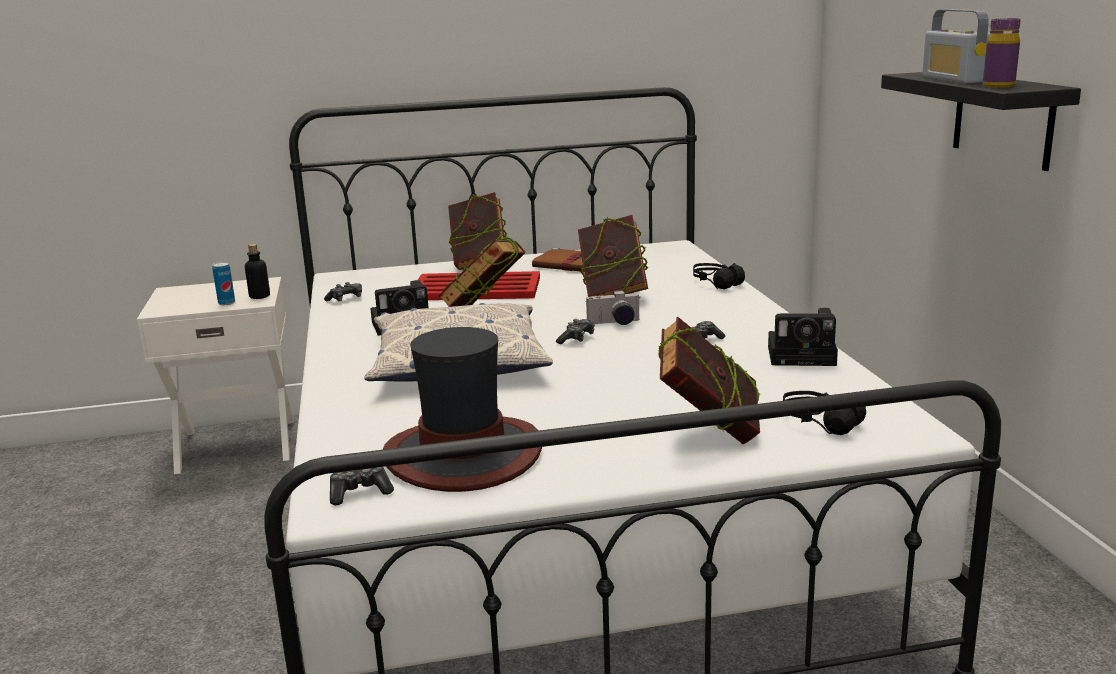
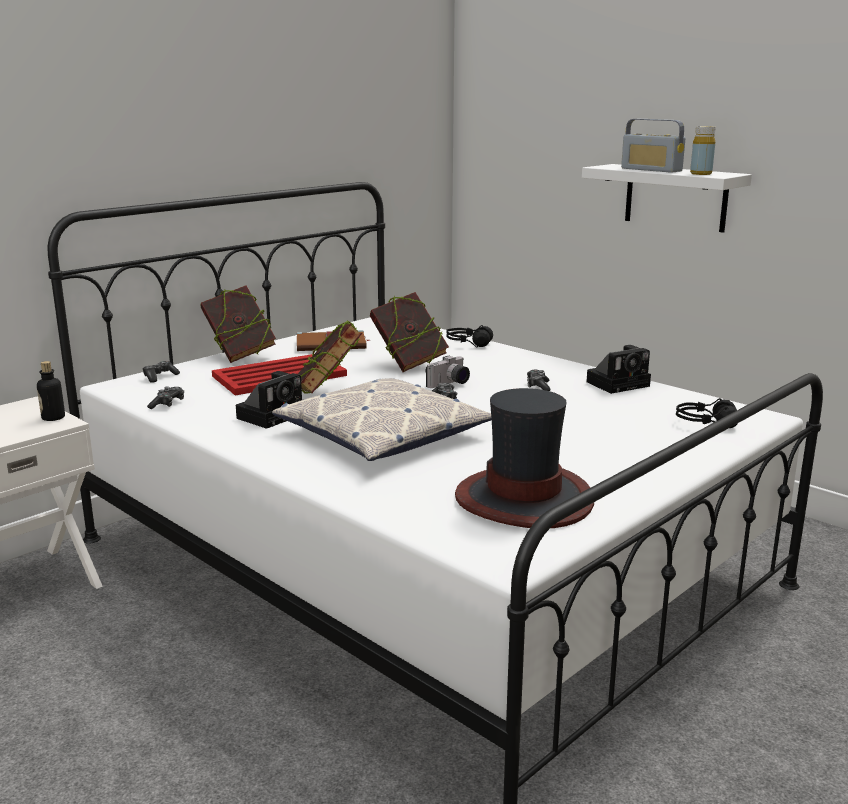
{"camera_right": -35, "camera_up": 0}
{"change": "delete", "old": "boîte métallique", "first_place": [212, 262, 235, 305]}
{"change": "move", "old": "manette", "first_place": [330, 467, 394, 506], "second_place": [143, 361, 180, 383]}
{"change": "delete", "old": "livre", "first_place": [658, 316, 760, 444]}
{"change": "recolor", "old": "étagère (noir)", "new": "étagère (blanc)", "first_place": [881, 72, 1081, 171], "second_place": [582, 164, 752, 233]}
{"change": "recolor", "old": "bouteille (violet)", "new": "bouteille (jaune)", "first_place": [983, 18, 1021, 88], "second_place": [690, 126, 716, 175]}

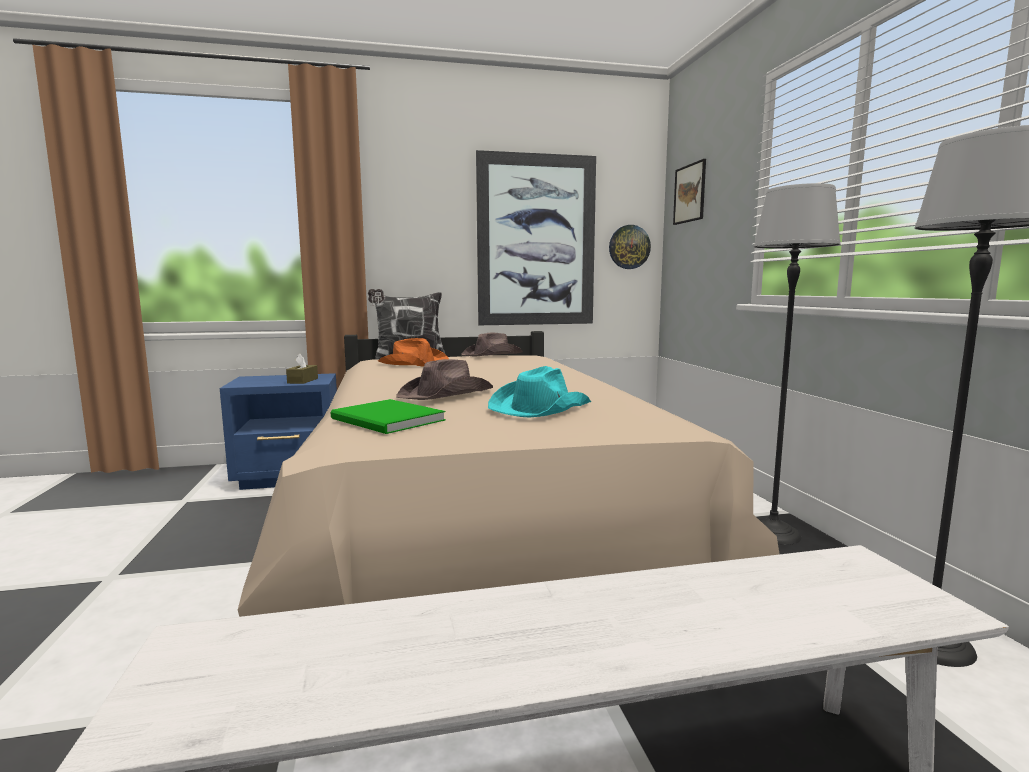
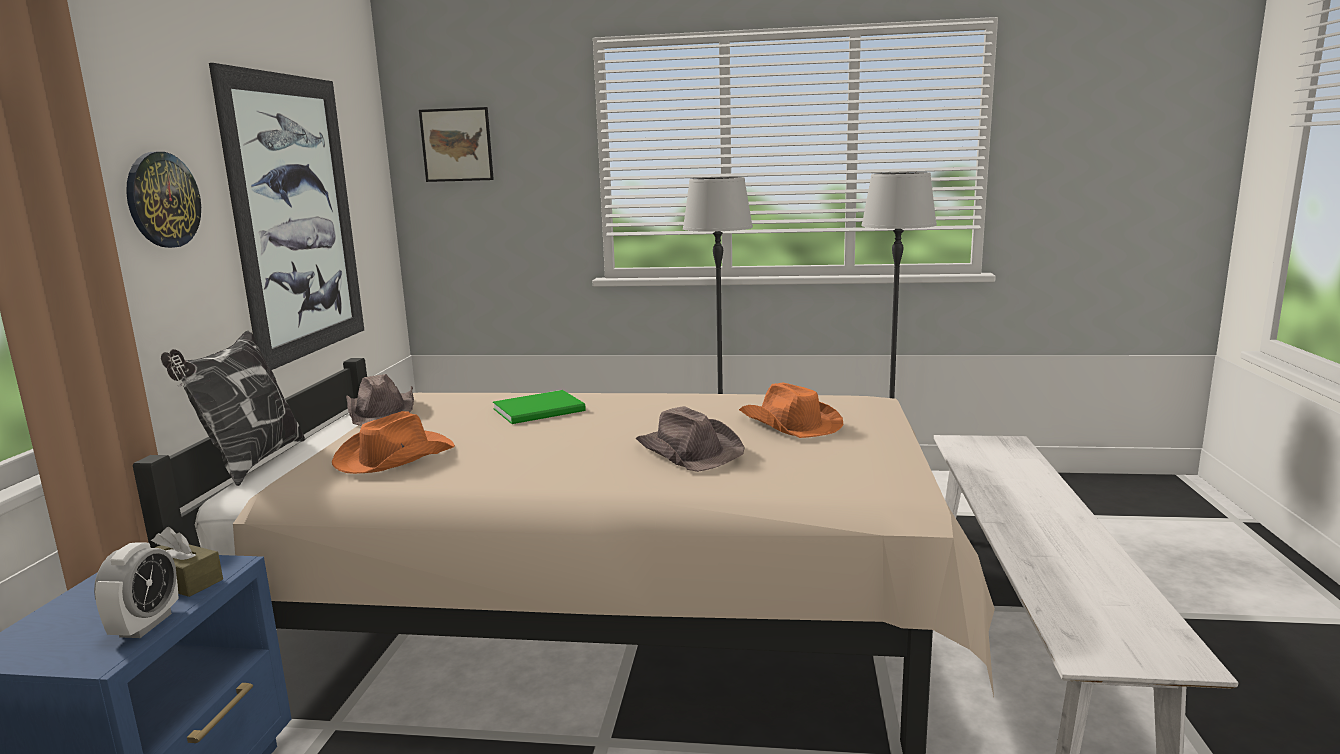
{"camera_right": -70, "camera_up": 5}
{"change": "move", "old": "livre (vert)", "first_place": [330, 399, 446, 434], "second_place": [493, 390, 586, 424]}
{"change": "recolor", "old": "chapeau (turquoise)", "new": "chapeau (orange)", "first_place": [488, 366, 591, 417], "second_place": [739, 383, 844, 438]}
{"change": "move", "old": "horloge murale", "first_place": [609, 225, 651, 269], "second_place": [126, 152, 201, 248]}
{"change": "insert", "new": "réveil", "second_place": [94, 542, 179, 638]}

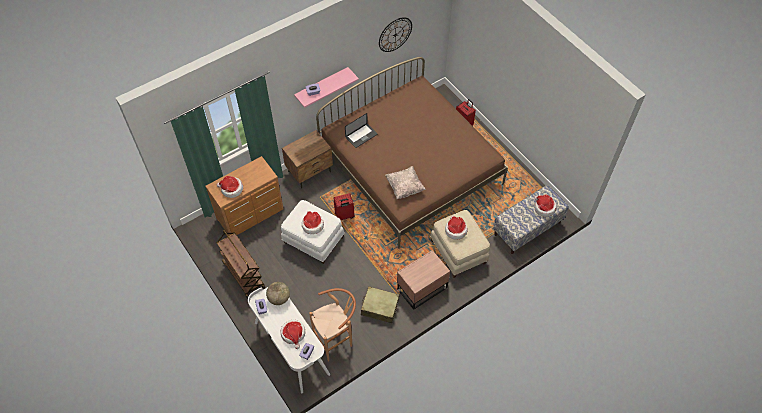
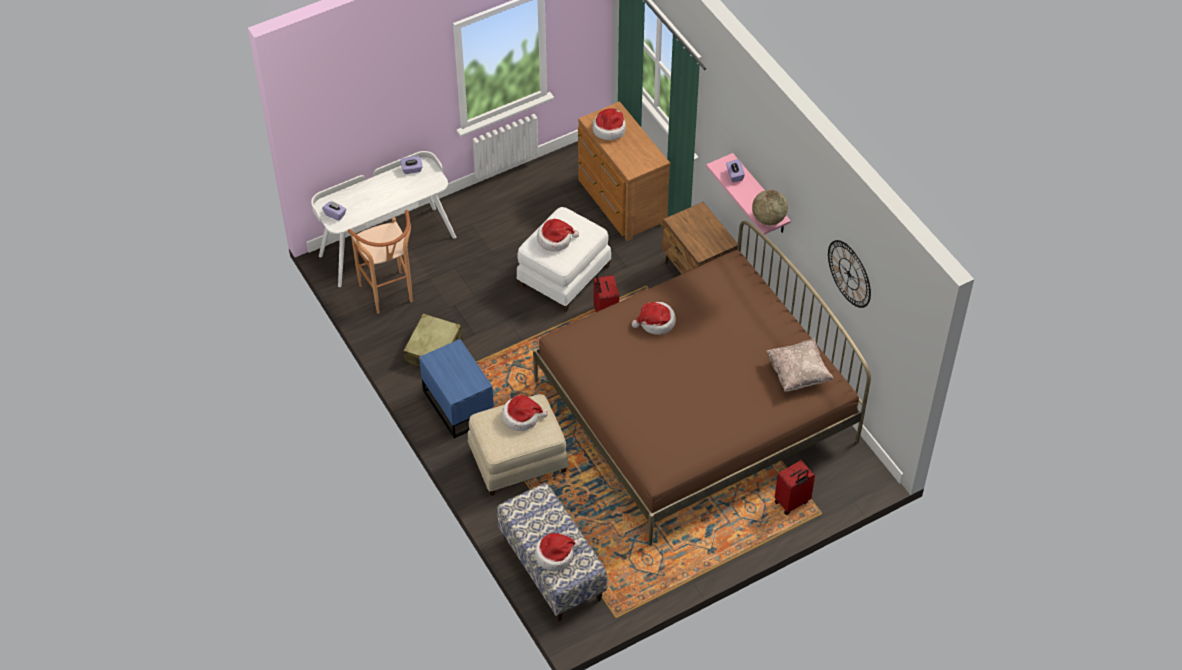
{"camera_right": 95, "camera_up": -5}
{"change": "delete", "old": "chariot (marron)", "first_place": [217, 229, 265, 298]}
{"change": "move", "old": "globe", "first_place": [266, 282, 290, 305], "second_place": [752, 190, 788, 225]}
{"change": "move", "old": "chapeau", "first_place": [280, 320, 305, 349], "second_place": [632, 302, 676, 335]}
{"change": "delete", "old": "ordinateur portable", "first_place": [345, 113, 377, 148]}
{"change": "move", "old": "coussin (beige)", "first_place": [385, 166, 426, 200], "second_place": [766, 339, 833, 391]}
{"change": "recolor", "old": "table de chevet (marron)", "new": "table de chevet (bleu)", "first_place": [397, 250, 450, 310], "second_place": [419, 339, 494, 438]}

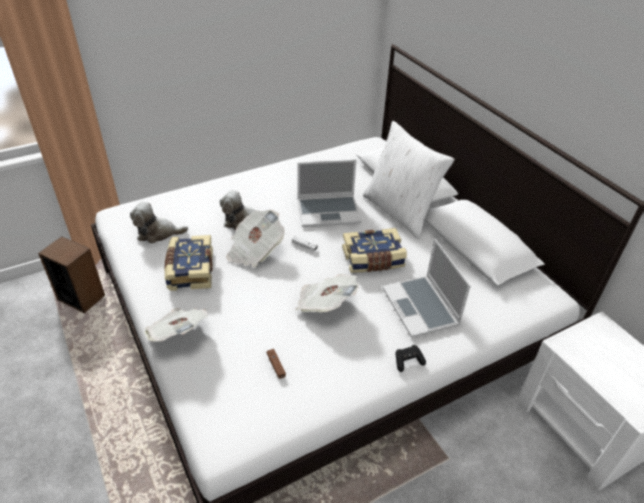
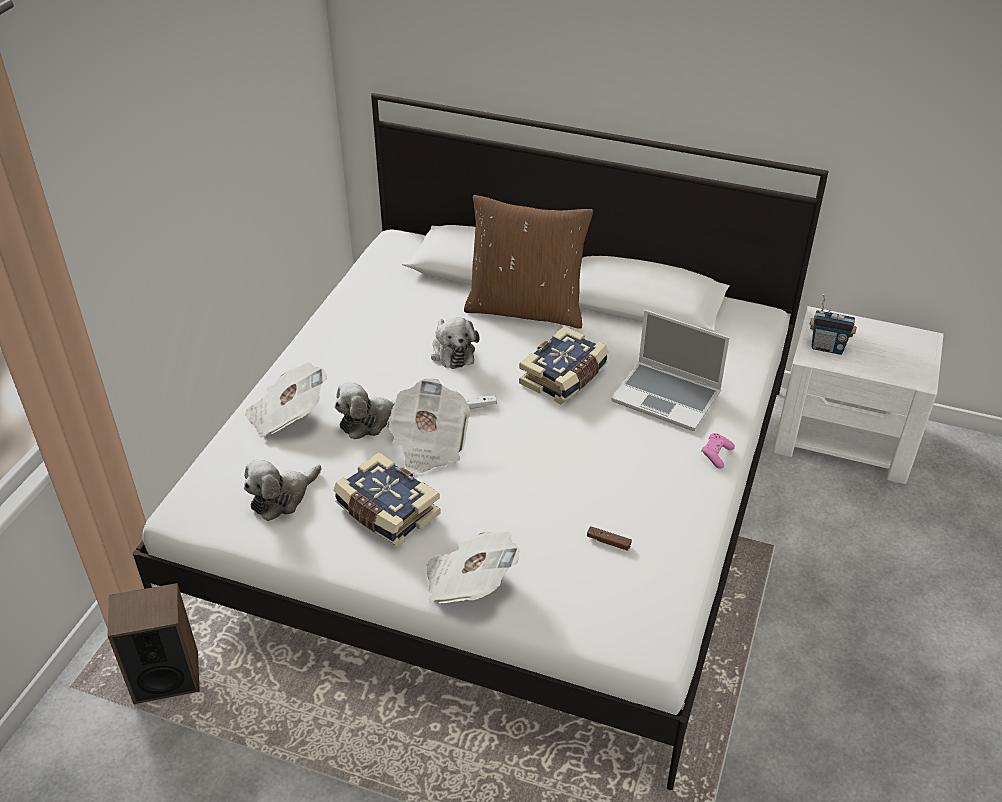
{"camera_right": -40, "camera_up": 0}
{"change": "move", "old": "journal", "first_place": [296, 274, 359, 313], "second_place": [245, 362, 327, 437]}
{"change": "replace", "old": "ordinateur portable", "new": "peluche", "first_place": [297, 160, 361, 227], "second_place": [431, 318, 479, 369]}
{"change": "recolor", "old": "coussin (blanc)", "new": "coussin (marron)", "first_place": [363, 121, 455, 239], "second_place": [464, 195, 593, 329]}
{"change": "recolor", "old": "manette (noir)", "new": "manette (rose)", "first_place": [396, 345, 426, 372], "second_place": [701, 433, 735, 469]}
{"change": "insert", "new": "radio", "second_place": [809, 294, 857, 355]}

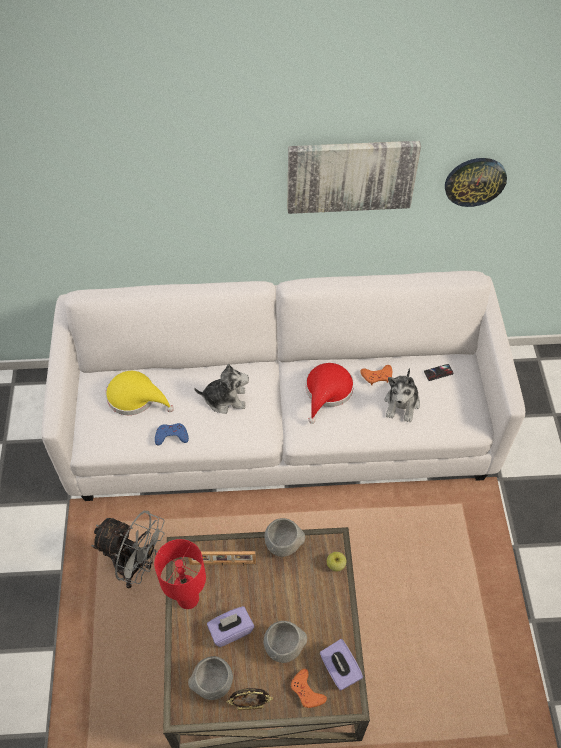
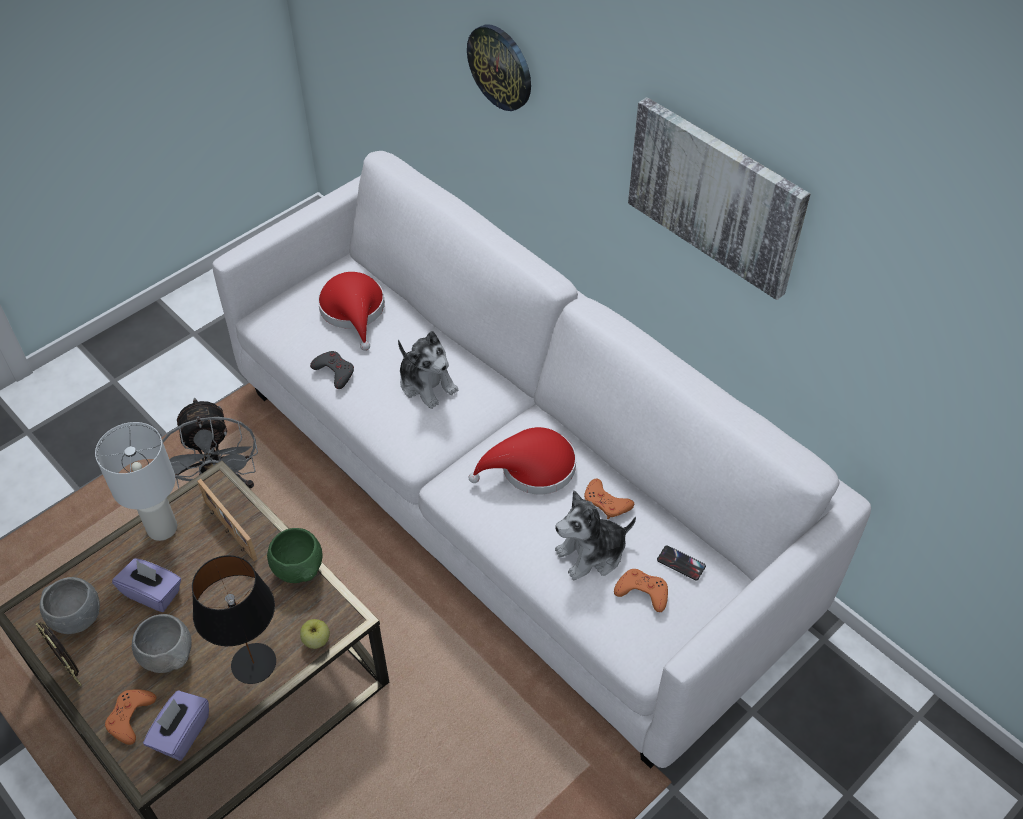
{"camera_right": 50, "camera_up": -5}
{"change": "recolor", "old": "chapeau (jaune)", "new": "chapeau (rouge)", "first_place": [106, 371, 174, 415], "second_place": [318, 272, 385, 351]}
{"change": "recolor", "old": "lampe de table (rouge)", "new": "lampe de table (blanc)", "first_place": [154, 539, 206, 609], "second_place": [95, 422, 177, 541]}
{"change": "recolor", "old": "manette (bleu)", "new": "manette (gris)", "first_place": [155, 423, 189, 445], "second_place": [310, 351, 354, 389]}
{"change": "recolor", "old": "bol (gris)", "new": "bol (vert)", "first_place": [264, 518, 305, 557], "second_place": [267, 528, 323, 583]}
{"change": "move", "old": "horloge murale", "first_place": [445, 158, 507, 207], "second_place": [467, 25, 531, 111]}
{"change": "insert", "new": "lampe de table (noir)", "second_place": [192, 555, 276, 684]}
{"change": "insert", "new": "manette (orange)", "second_place": [614, 569, 668, 612]}

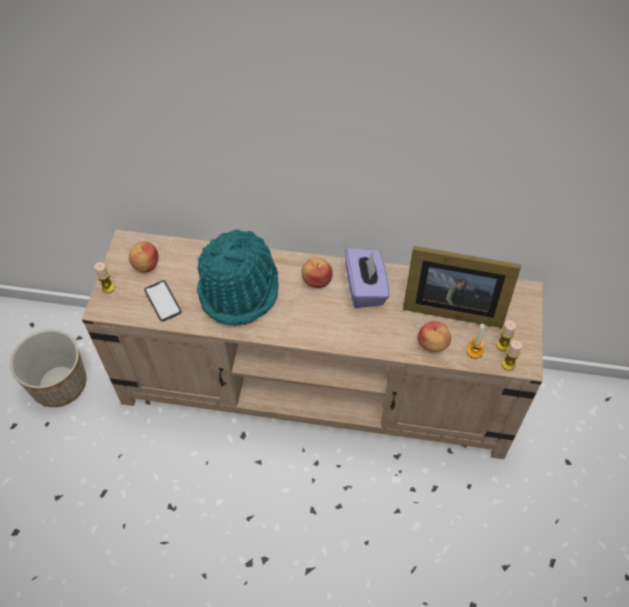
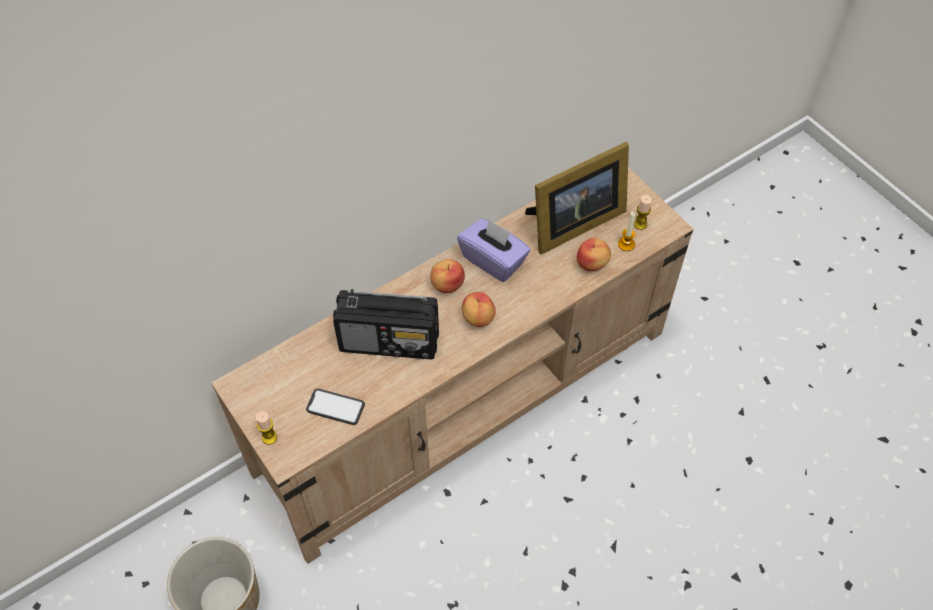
{"camera_right": -45, "camera_up": 0}
{"change": "move", "old": "pomme", "first_place": [129, 242, 158, 273], "second_place": [462, 292, 496, 327]}
{"change": "replace", "old": "chapeau (turquoise)", "new": "radio", "first_place": [197, 229, 279, 326], "second_place": [333, 289, 439, 360]}
{"change": "delete", "old": "bougie", "first_place": [502, 340, 522, 370]}

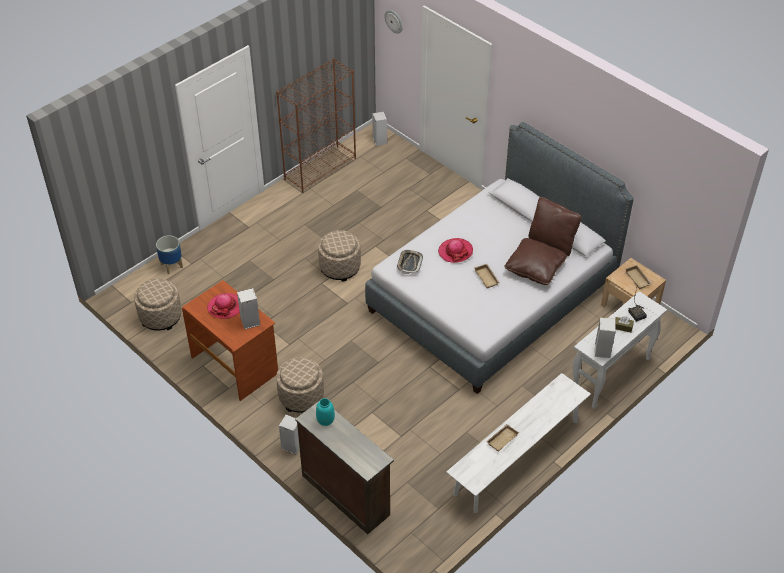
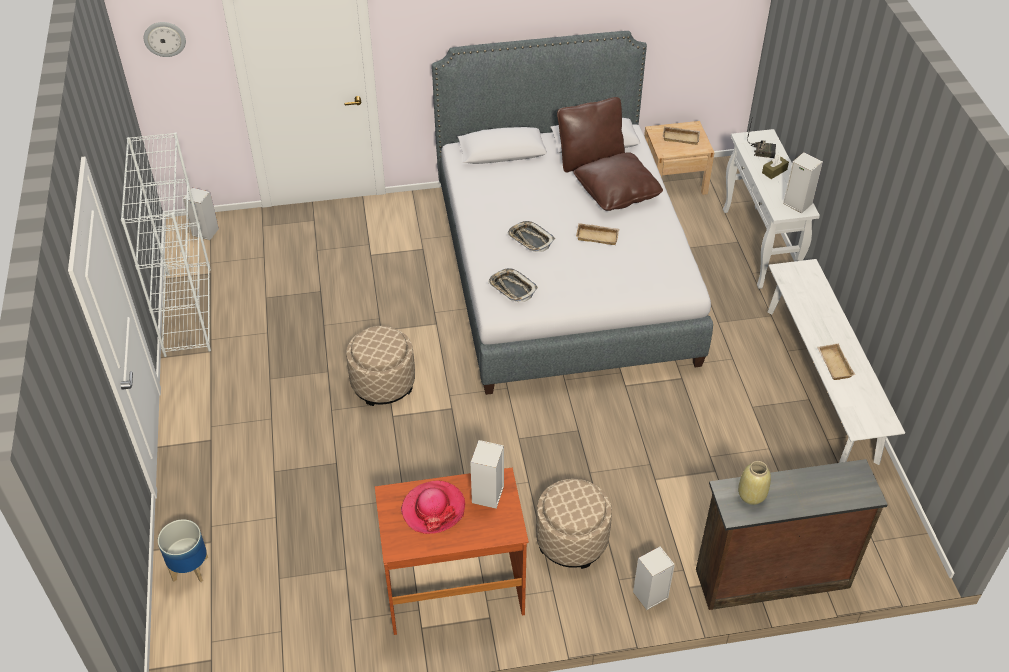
{"camera_right": -55, "camera_up": 0}
{"change": "delete", "old": "pouf (beige)", "first_place": [134, 279, 182, 331]}
{"change": "recolor", "old": "bibliothèque (marron)", "new": "bibliothèque (blanc)", "first_place": [276, 58, 356, 193], "second_place": [121, 132, 211, 357]}
{"change": "recolor", "old": "vase (turquoise)", "new": "vase (beige)", "first_place": [316, 398, 335, 426], "second_place": [738, 461, 771, 505]}
{"change": "replace", "old": "chapeau", "new": "plateau", "first_place": [438, 238, 473, 263], "second_place": [507, 221, 555, 252]}

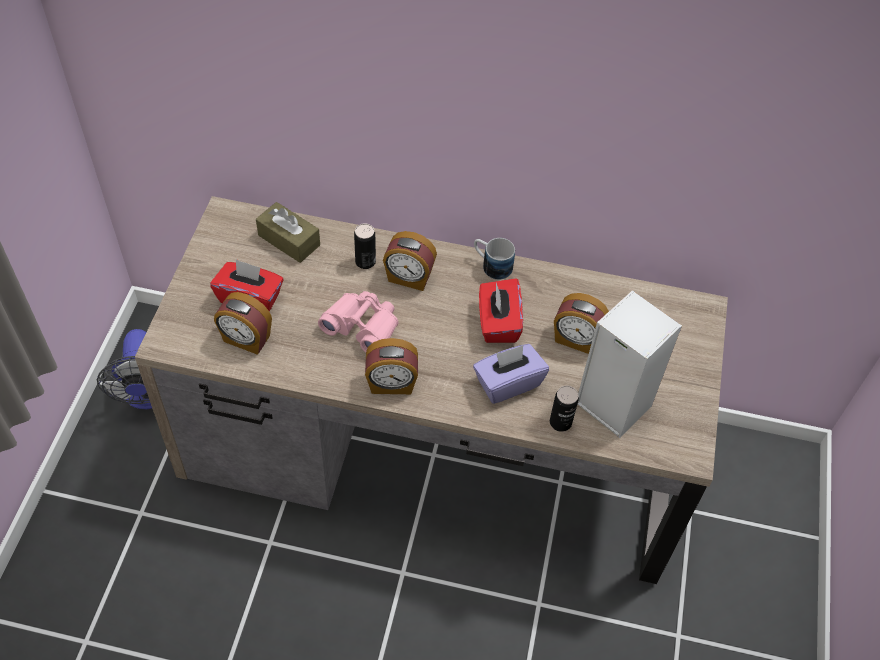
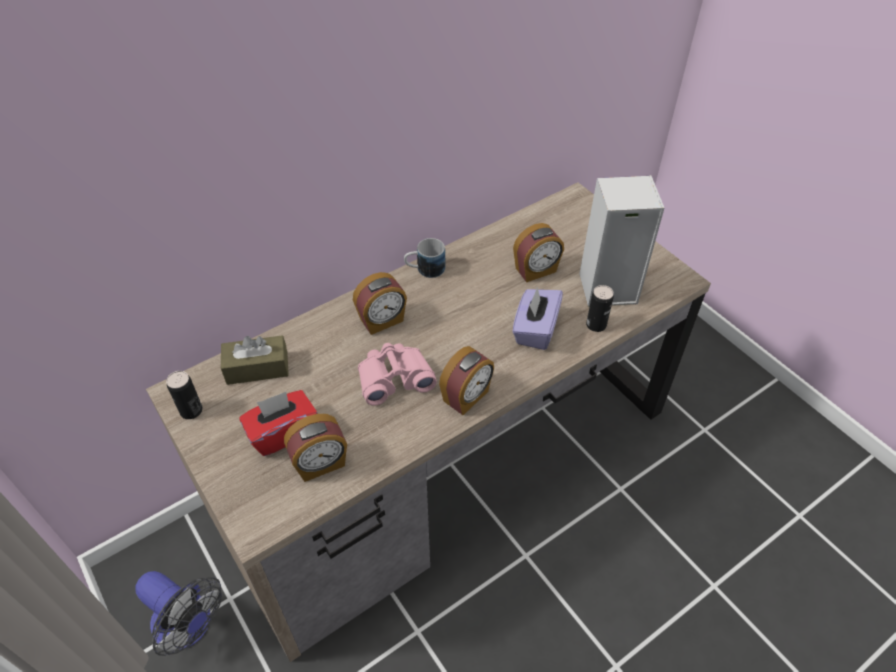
{"camera_right": -45, "camera_up": -5}
{"change": "move", "old": "boîte métallique", "first_place": [354, 223, 376, 269], "second_place": [166, 371, 203, 419]}
{"change": "delete", "old": "boîte à mouchoirs (rouge)", "first_place": [479, 278, 523, 343]}

